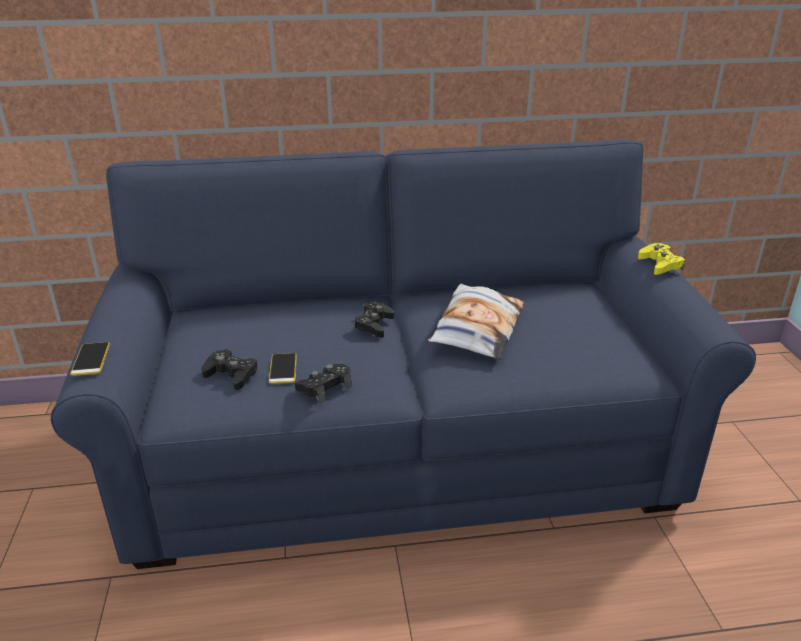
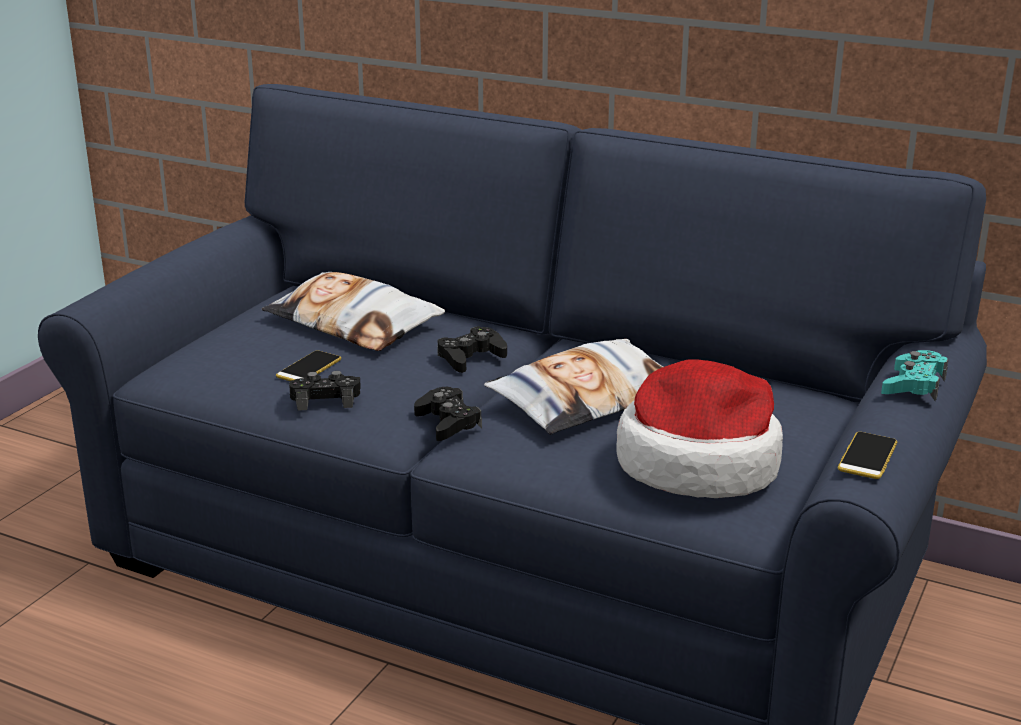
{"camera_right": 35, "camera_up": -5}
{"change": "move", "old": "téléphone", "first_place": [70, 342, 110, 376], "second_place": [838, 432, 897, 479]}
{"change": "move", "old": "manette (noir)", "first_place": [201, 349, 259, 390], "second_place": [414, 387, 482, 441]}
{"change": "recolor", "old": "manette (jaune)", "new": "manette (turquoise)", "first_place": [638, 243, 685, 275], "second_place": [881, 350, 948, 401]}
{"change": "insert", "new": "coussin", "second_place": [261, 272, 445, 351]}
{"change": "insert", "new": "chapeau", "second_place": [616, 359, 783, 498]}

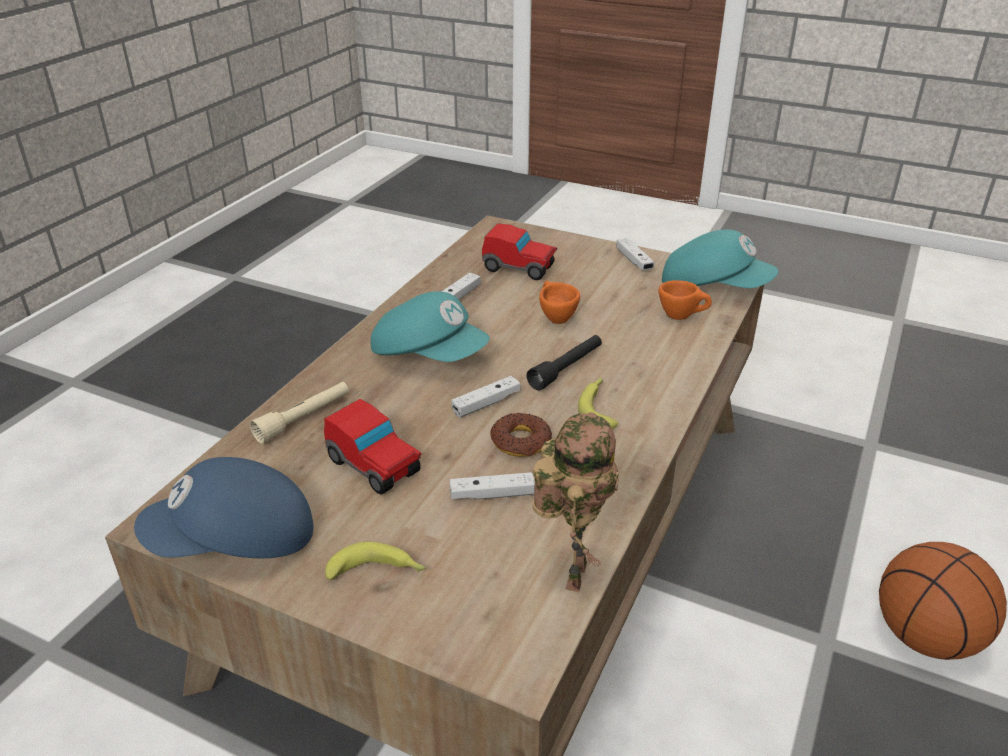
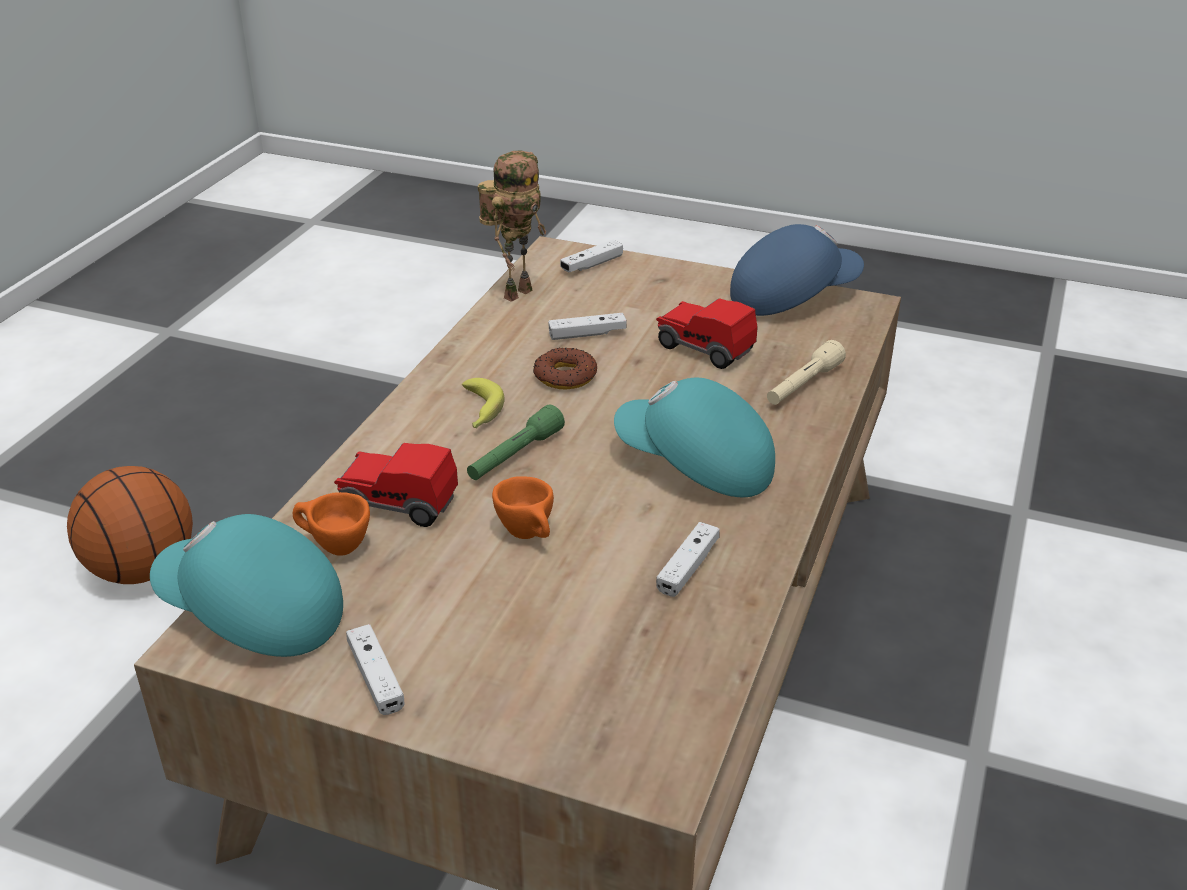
{"camera_right": 175, "camera_up": 0}
{"change": "delete", "old": "banane", "first_place": [325, 542, 426, 580]}
{"change": "move", "old": "manette (blanc)", "first_place": [451, 376, 521, 418], "second_place": [560, 240, 623, 272]}
{"change": "move", "old": "petite voiture", "first_place": [482, 223, 557, 280], "second_place": [334, 443, 458, 527]}
{"change": "recolor", "old": "lampe de poche (noir)", "new": "lampe de poche (vert)", "first_place": [526, 335, 602, 391], "second_place": [467, 405, 565, 480]}
{"change": "rotate", "old": "robot jouet", "first_place": [533, 412, 619, 592], "second_place": [477, 151, 546, 302], "degrees": -150}

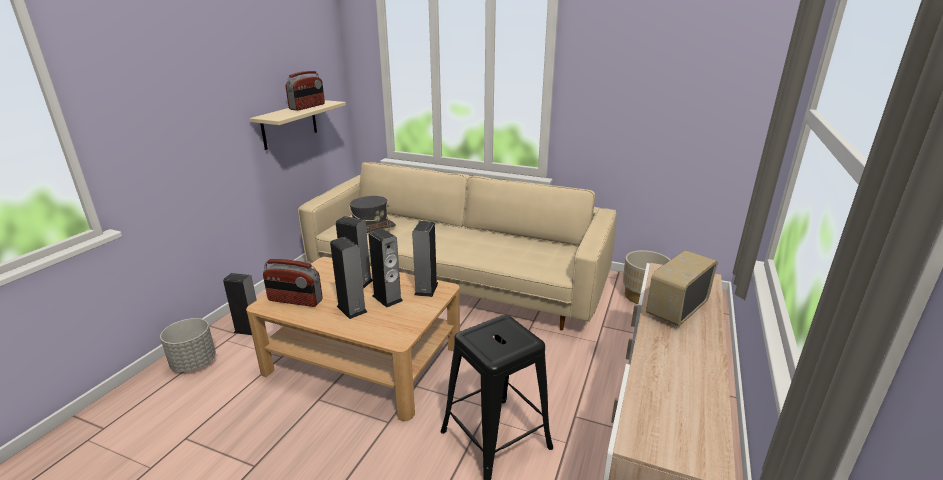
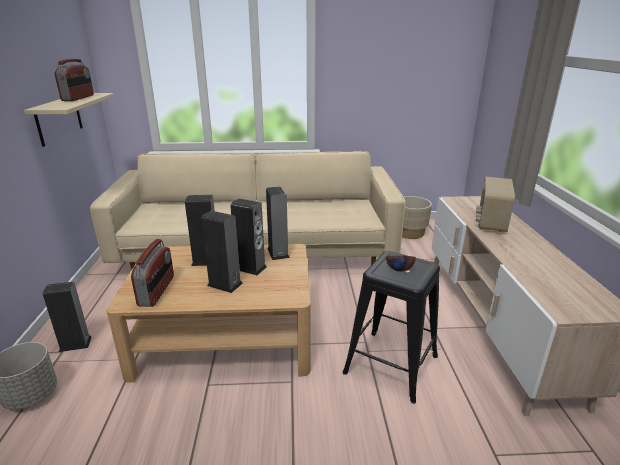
{"camera_right": -25, "camera_up": 0}
{"change": "rotate", "old": "radio", "first_place": [263, 259, 323, 307], "second_place": [131, 239, 174, 307], "degrees": -75}
{"change": "delete", "old": "chapeau (gris)", "first_place": [349, 196, 396, 233]}
{"change": "insert", "new": "bol (marron)", "second_place": [386, 256, 416, 272]}

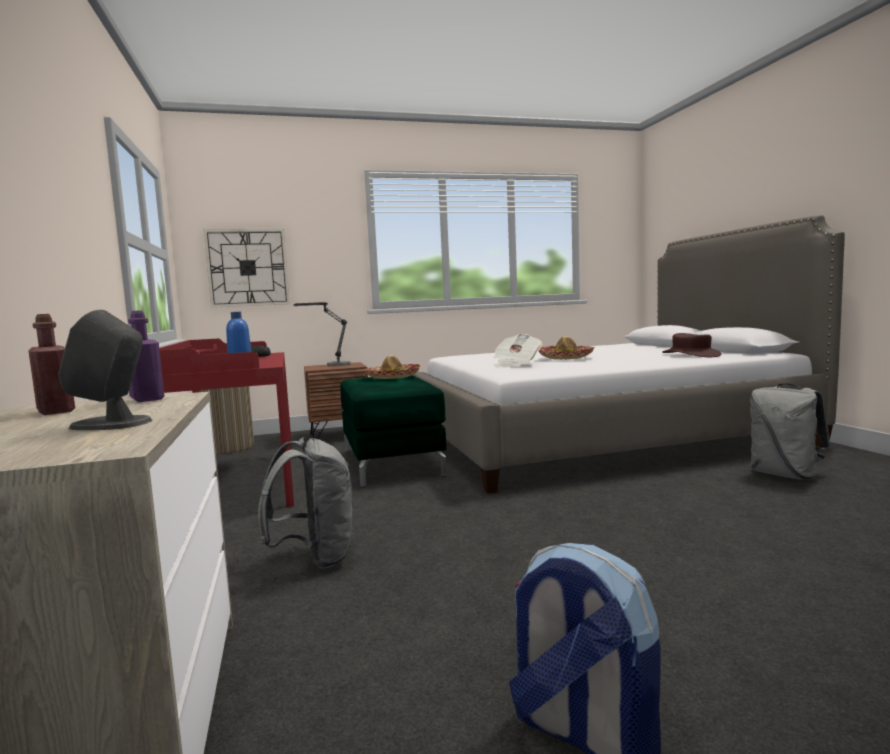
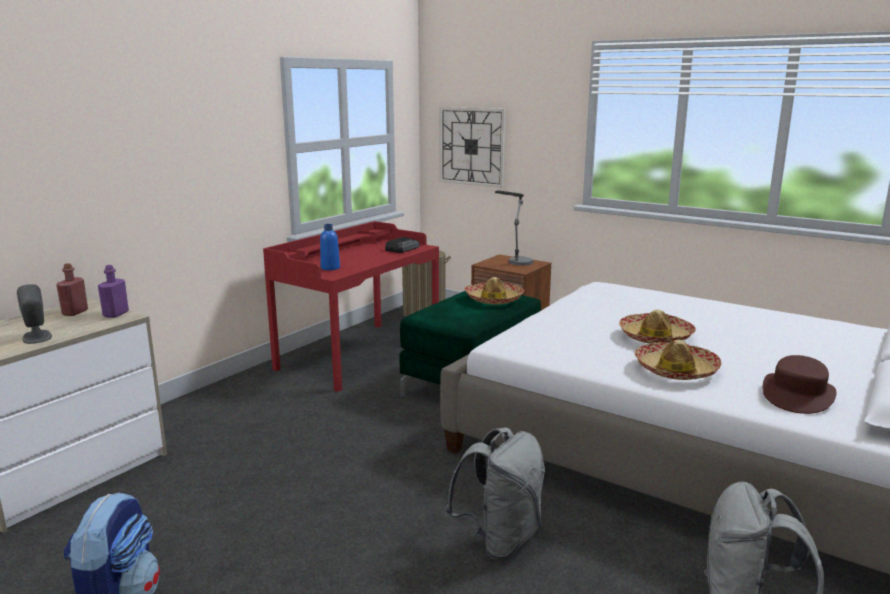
{"camera_right": 50, "camera_up": 10}
{"change": "move", "old": "sac à dos (gris)", "first_place": [258, 437, 354, 569], "second_place": [445, 427, 545, 559]}
{"change": "delete", "old": "journal", "first_place": [494, 334, 543, 368]}
{"change": "insert", "new": "chapeau", "second_place": [634, 340, 722, 380]}

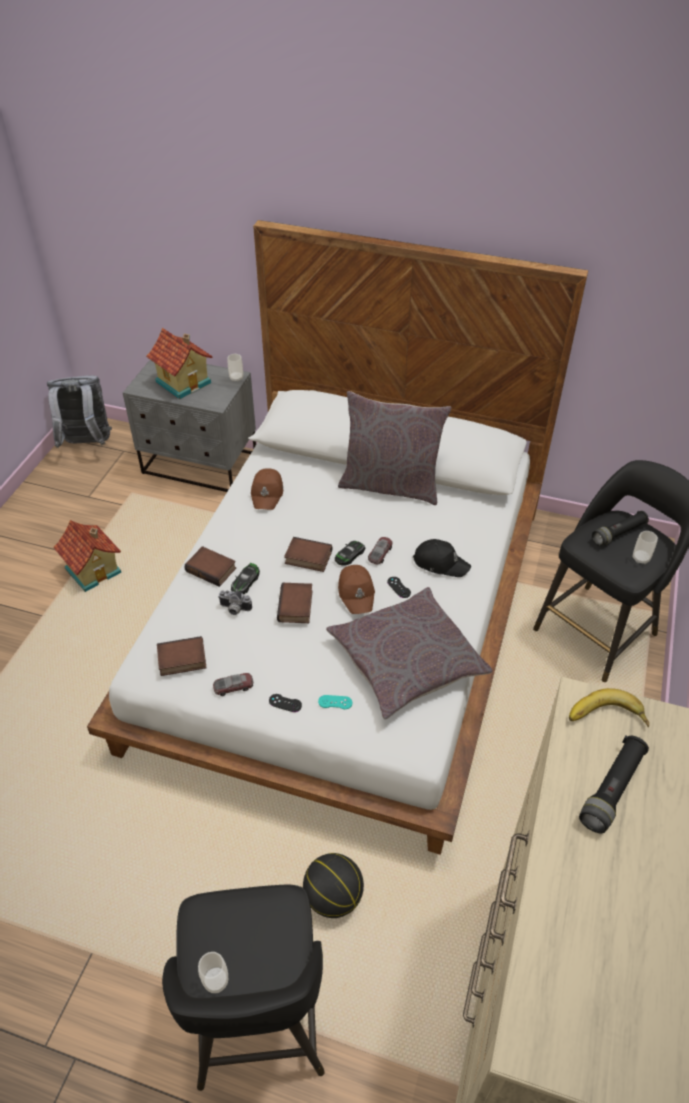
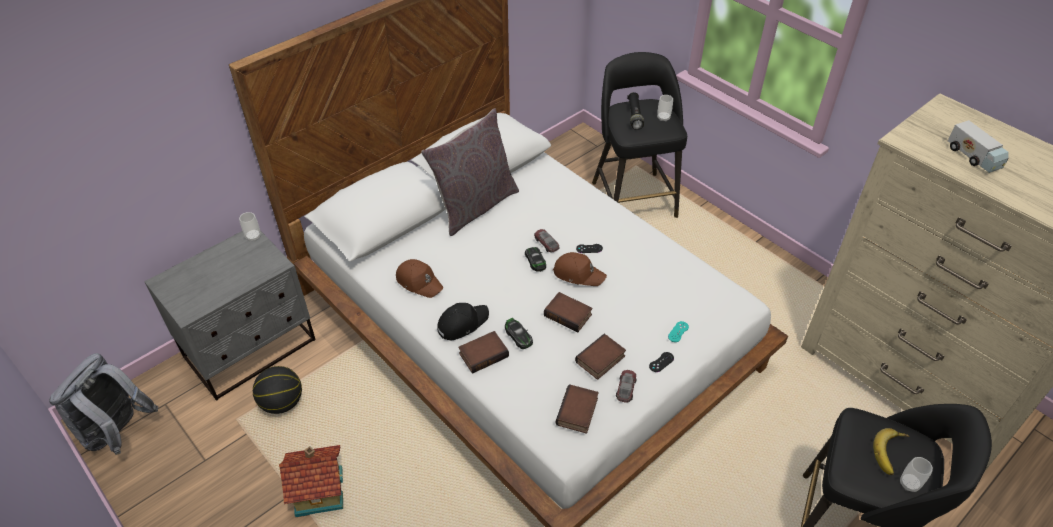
{"camera_right": -60, "camera_up": 0}
{"change": "delete", "old": "maison miniature", "first_place": [146, 328, 213, 399]}
{"change": "delete", "old": "appareil photo", "first_place": [218, 590, 252, 615]}
{"change": "move", "old": "livre", "first_place": [284, 537, 332, 572], "second_place": [575, 334, 626, 380]}
{"change": "move", "old": "ballon de basket", "first_place": [303, 853, 364, 918], "second_place": [253, 366, 302, 414]}
{"change": "delete", "old": "coussin (gris)", "first_place": [326, 587, 493, 720]}
{"change": "move", "old": "casquette (noir)", "first_place": [413, 539, 471, 577], "second_place": [437, 303, 489, 340]}
{"change": "move", "old": "banane", "first_place": [569, 688, 649, 727], "second_place": [873, 428, 910, 475]}
{"change": "replace", "old": "lampe de poche (noir)", "new": "camion jouet", "first_place": [579, 735, 649, 833], "second_place": [948, 120, 1009, 173]}

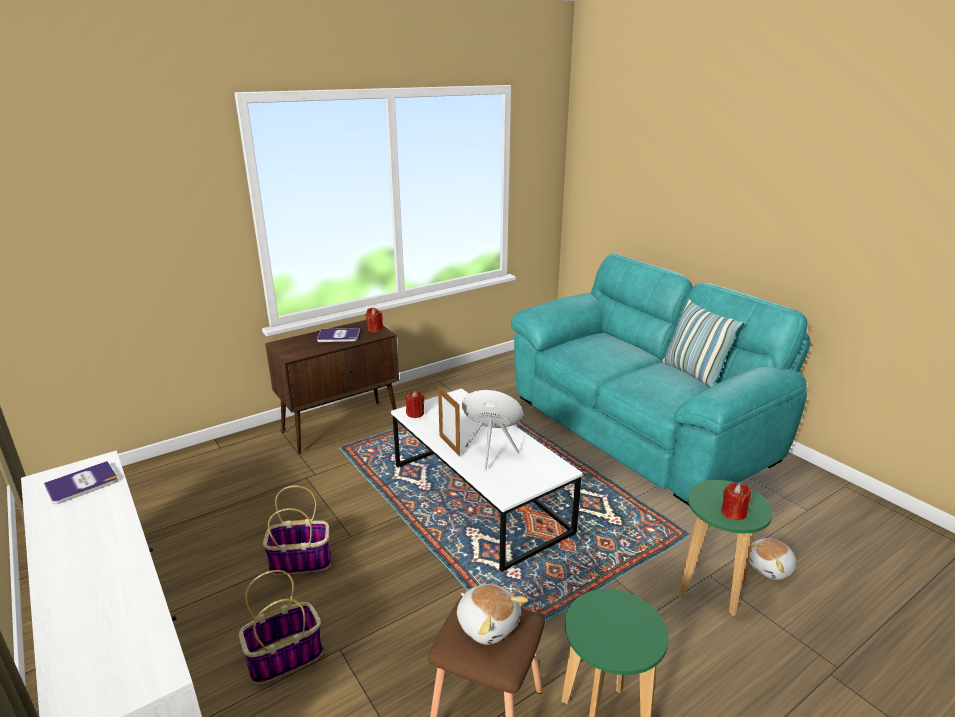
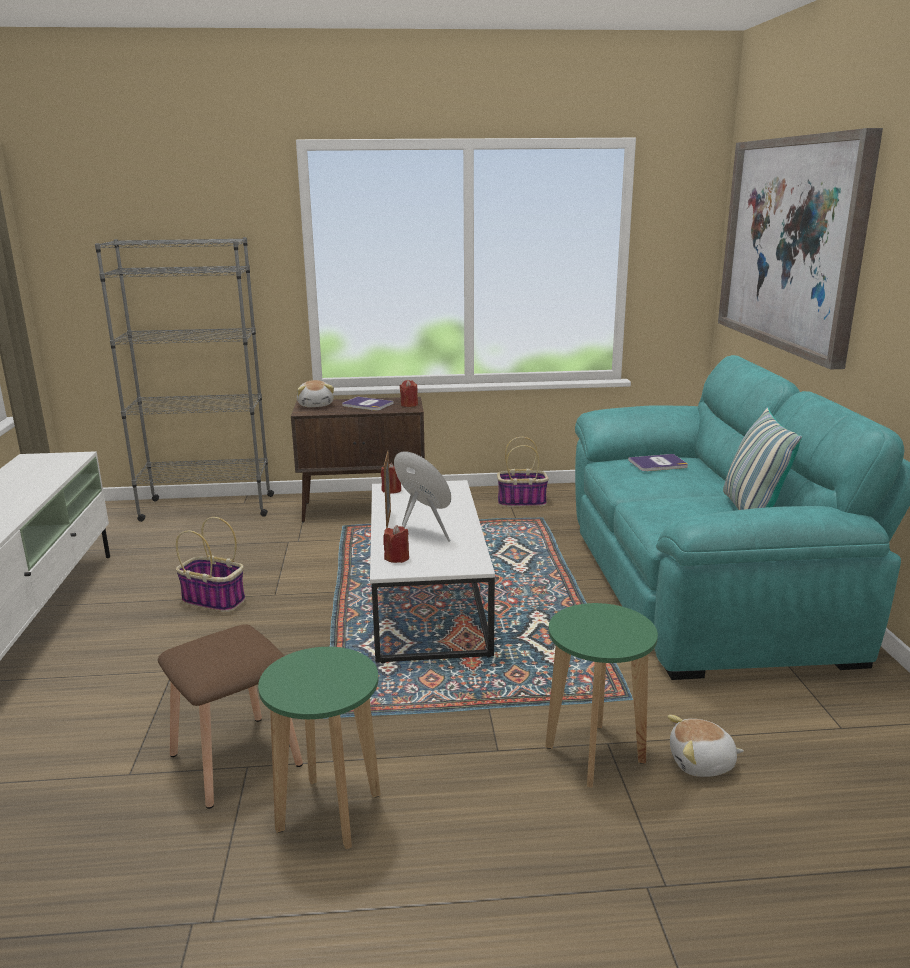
{"camera_right": 30, "camera_up": -5}
{"change": "move", "old": "livre", "first_place": [44, 461, 118, 504], "second_place": [628, 454, 688, 471]}
{"change": "move", "old": "panier", "first_place": [239, 570, 323, 684], "second_place": [497, 437, 549, 507]}
{"change": "move", "old": "peluche", "first_place": [457, 584, 528, 645], "second_place": [297, 380, 334, 407]}
{"change": "move", "old": "bougie (rouge)", "first_place": [721, 483, 751, 520], "second_place": [383, 525, 409, 563]}
{"change": "insert", "new": "bibliothèque (gris)", "second_place": [95, 237, 274, 522]}
{"change": "insert", "new": "tableau", "second_place": [718, 128, 883, 369]}

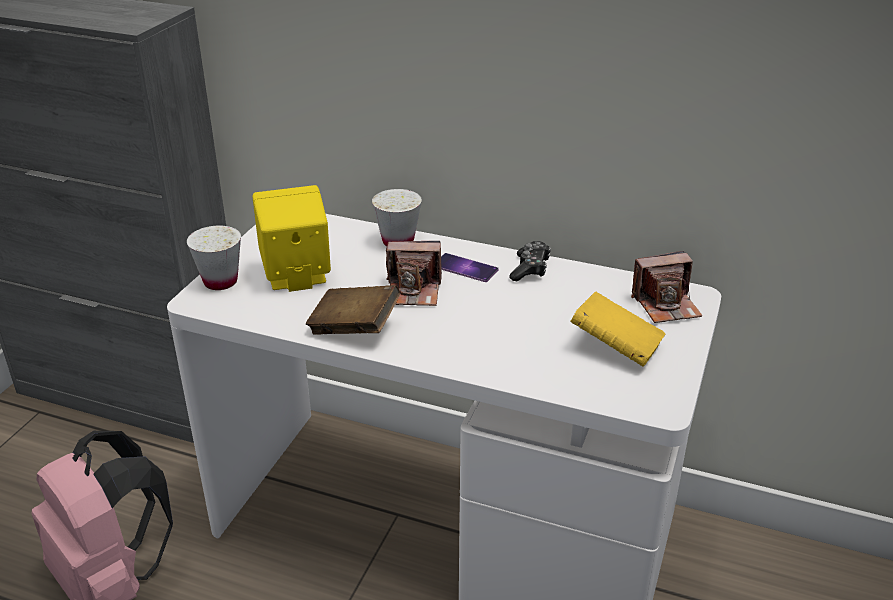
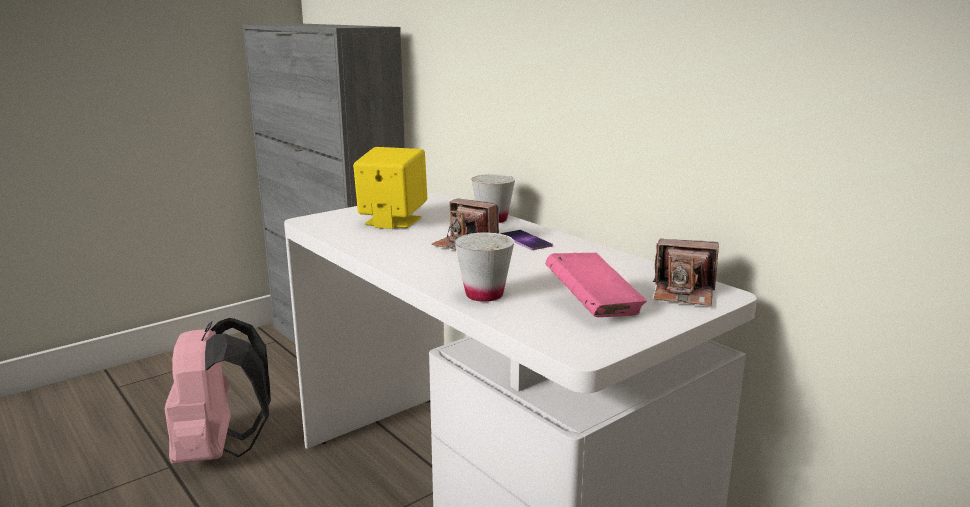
{"camera_right": 30, "camera_up": -15}
{"change": "move", "old": "tasse (blanc)", "first_place": [187, 225, 241, 290], "second_place": [454, 232, 514, 302]}
{"change": "delete", "old": "livre (marron)", "first_place": [306, 285, 400, 335]}
{"change": "delete", "old": "manette", "first_place": [509, 241, 551, 281]}
{"change": "recolor", "old": "livre (jaune)", "new": "livre (rose)", "first_place": [571, 292, 665, 366], "second_place": [545, 253, 647, 317]}

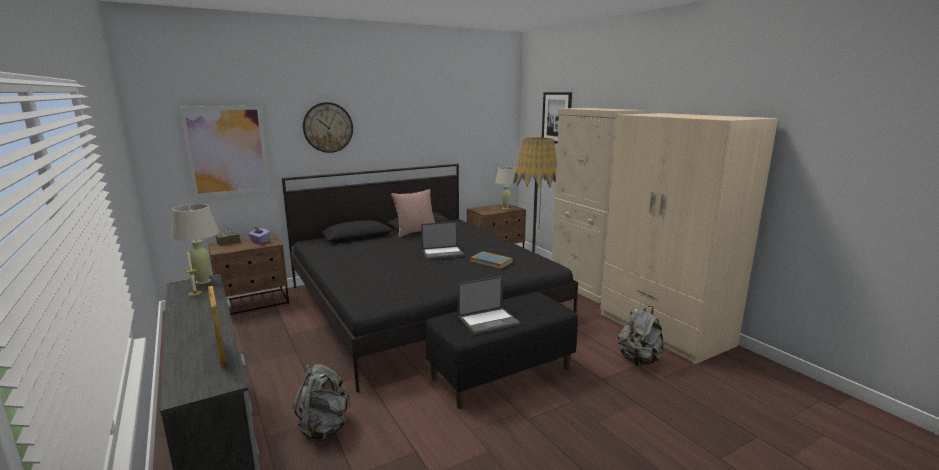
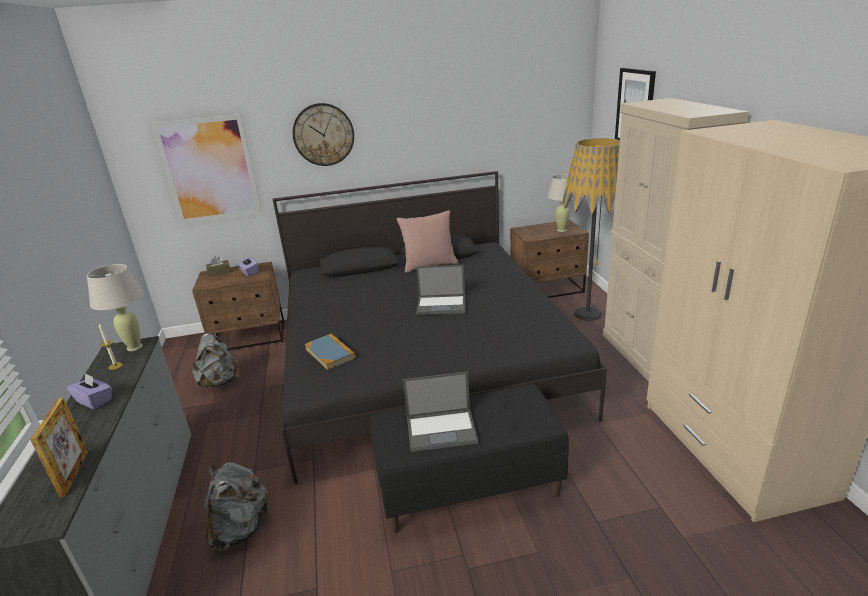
{"camera_right": 20, "camera_up": 10}
{"change": "move", "old": "livre", "first_place": [470, 251, 513, 269], "second_place": [305, 334, 356, 370]}
{"change": "move", "old": "sac à dos (gris)", "first_place": [618, 306, 663, 366], "second_place": [191, 332, 240, 388]}
{"change": "insert", "new": "boîte à mouchoirs (violet)", "second_place": [67, 373, 112, 409]}

